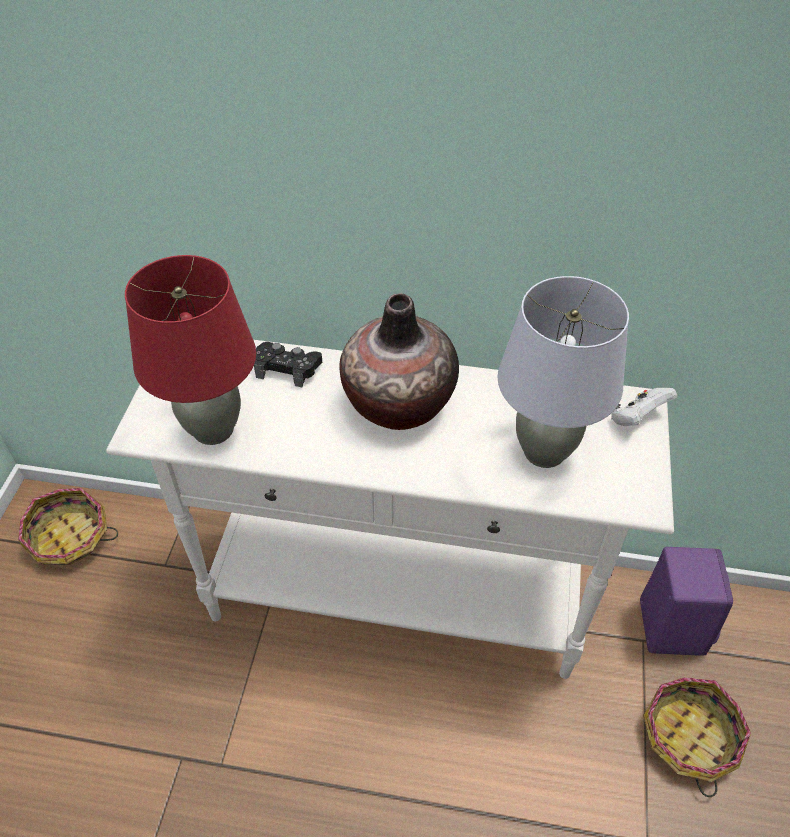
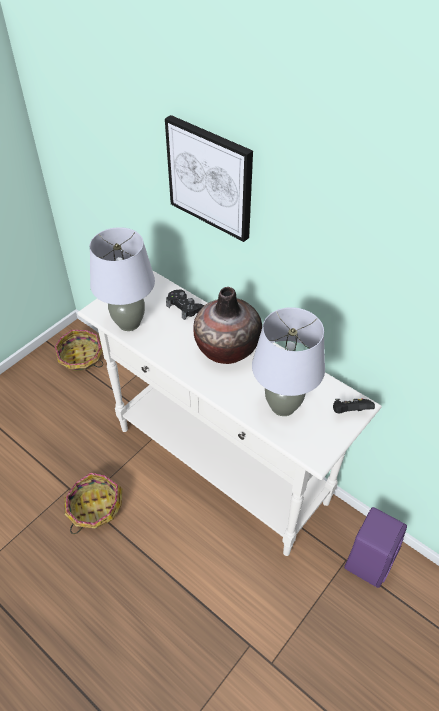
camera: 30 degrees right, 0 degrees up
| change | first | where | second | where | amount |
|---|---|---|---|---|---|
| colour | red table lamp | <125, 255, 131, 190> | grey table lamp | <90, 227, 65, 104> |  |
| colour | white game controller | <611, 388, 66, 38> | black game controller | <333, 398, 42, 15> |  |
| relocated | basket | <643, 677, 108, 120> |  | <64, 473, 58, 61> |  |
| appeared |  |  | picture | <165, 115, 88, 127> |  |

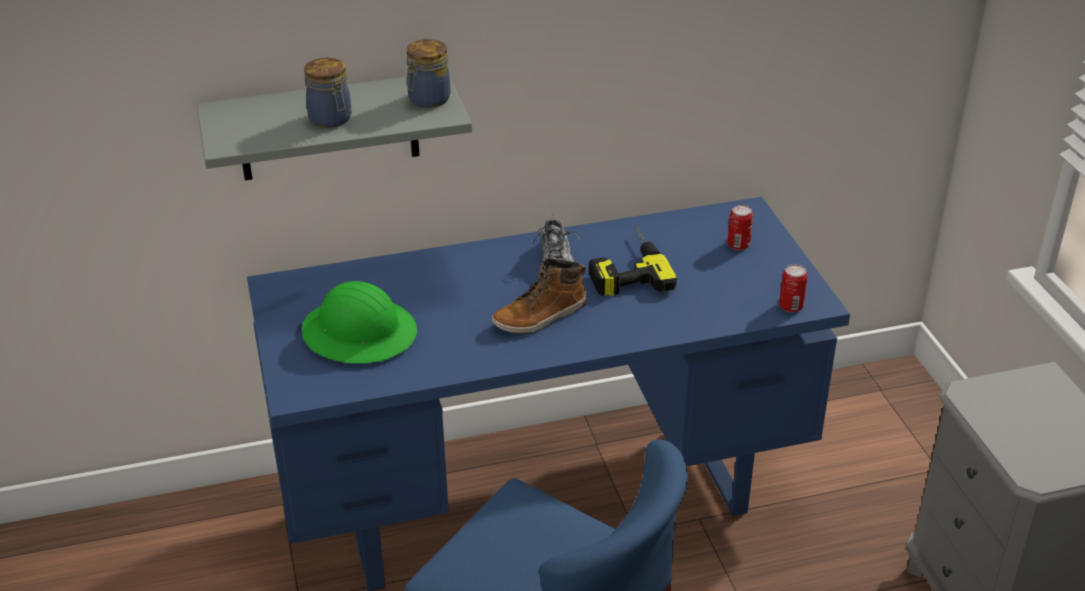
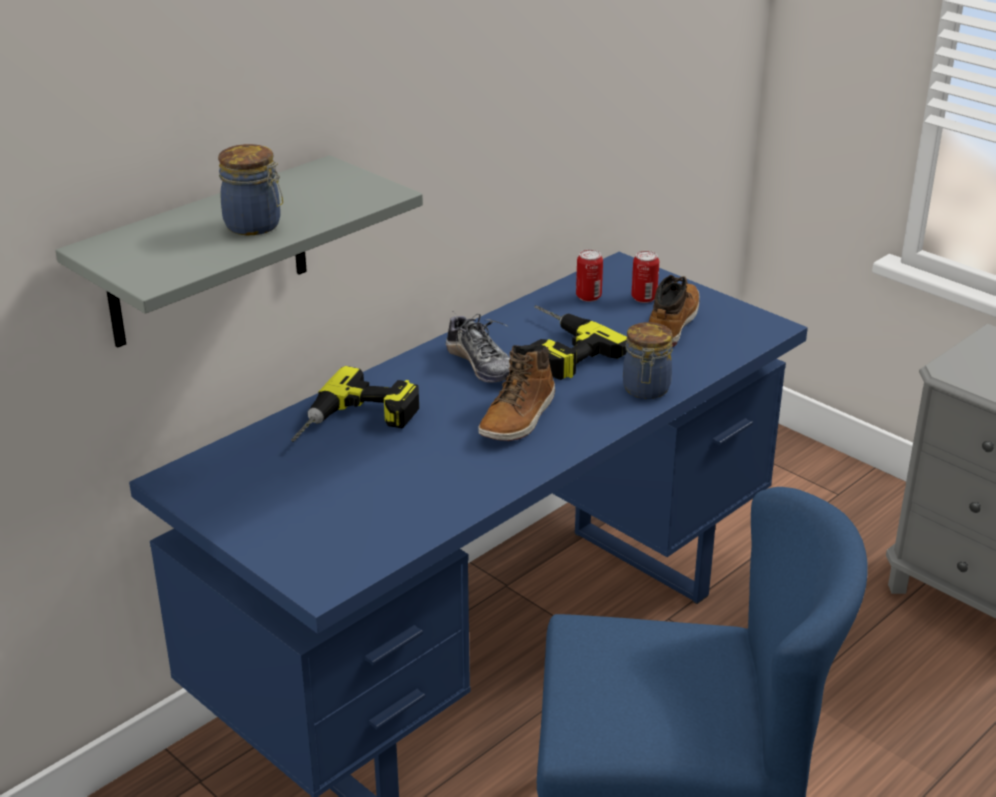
camera: 30 degrees left, 5 degrees down
| change | first | where | second | where | amount |
|---|---|---|---|---|---|
| relocated | jar | <407, 39, 43, 69> |  | <623, 322, 50, 77> |  |
| relocated | can | <779, 265, 29, 48> |  | <576, 250, 27, 52> |  |
| missing | green hard hat | <302, 281, 115, 83> |  |  |  |
| appeared |  |  | boot | <649, 275, 50, 72> |  |
| appeared |  |  | power drill | <291, 366, 128, 76> |  |

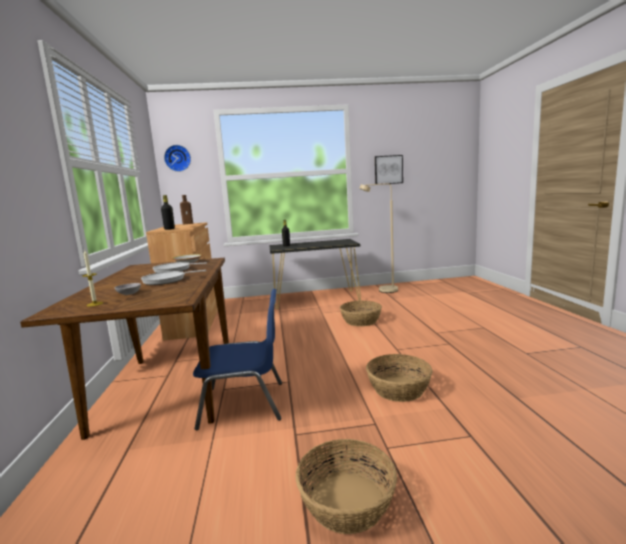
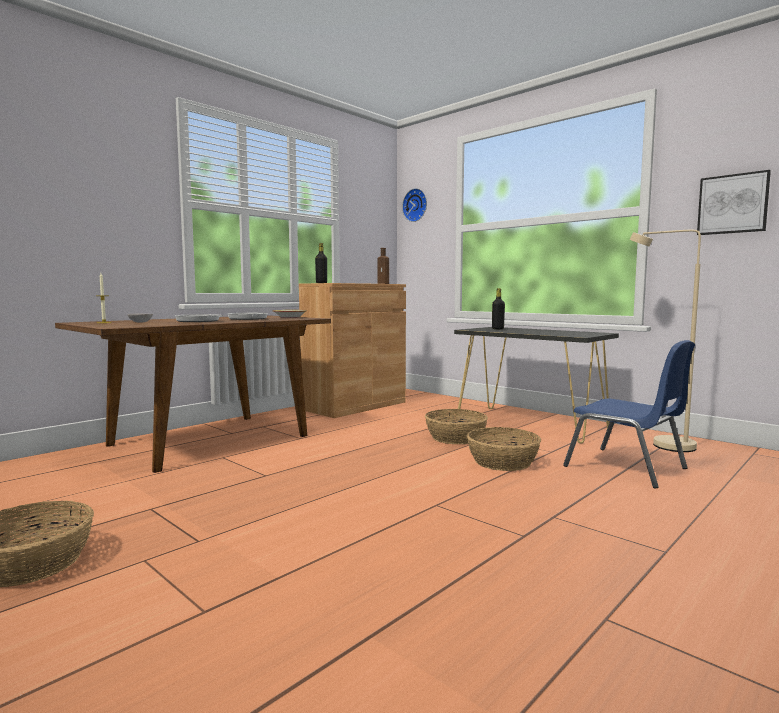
camera: 50 degrees right, 5 degrees down
| change | first | where | second | where | amount |
|---|---|---|---|---|---|
| relocated | blue chair | <193, 289, 89, 141> |  | <563, 340, 132, 148> |  |
| relocated | basket | <366, 354, 67, 48> |  | <425, 409, 63, 35> |  |

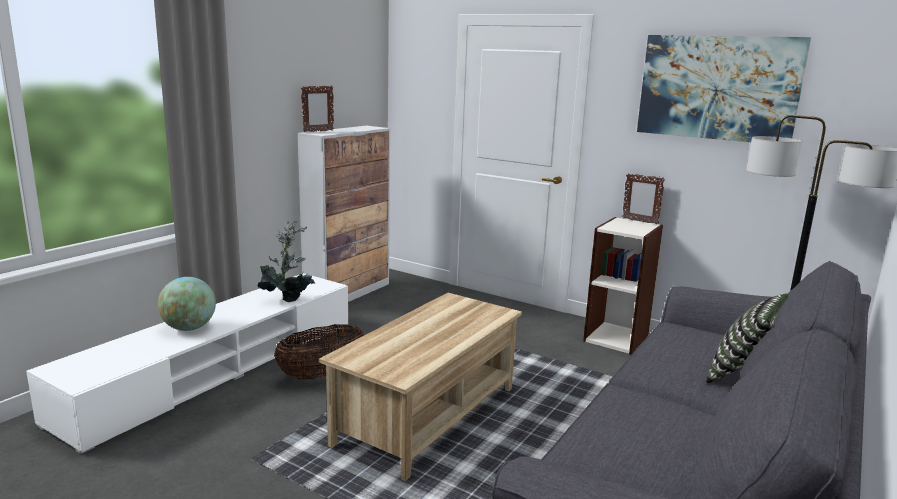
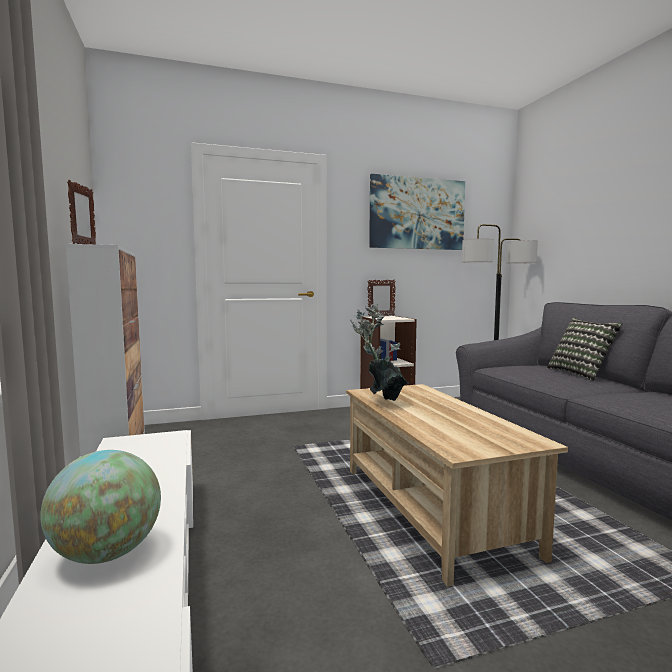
camera: 50 degrees left, 10 degrees down
| change | first | where | second | where | amount |
|---|---|---|---|---|---|
| relocated | potted plant | <257, 220, 58, 82> |  | <350, 303, 59, 98> |  |
| missing | basket | <274, 324, 90, 56> |  |  |  |

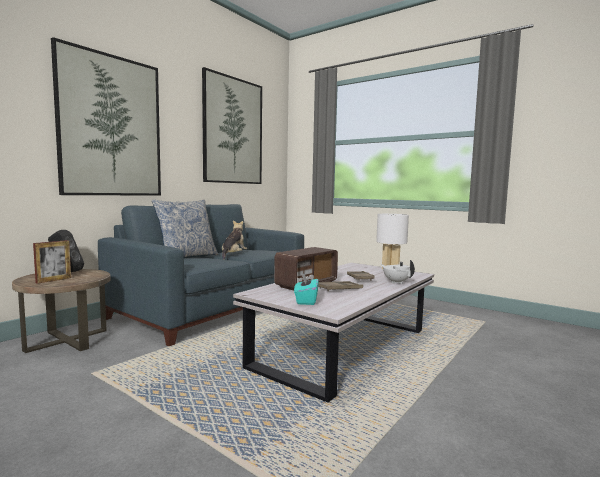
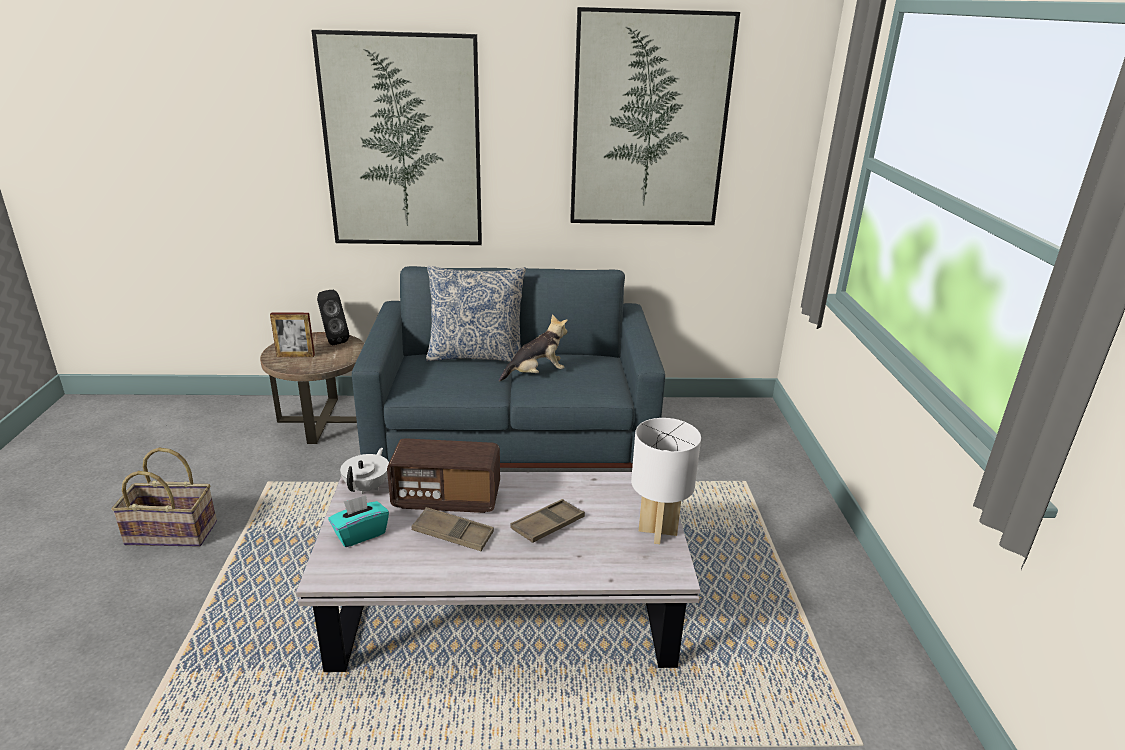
camera: 50 degrees right, 20 degrees up
| change | first | where | second | where | amount |
|---|---|---|---|---|---|
| relocated | white teapot | <381, 260, 34, 24> |  | <340, 448, 49, 46> |  |
| appeared |  |  | basket | <112, 448, 105, 98> |  |

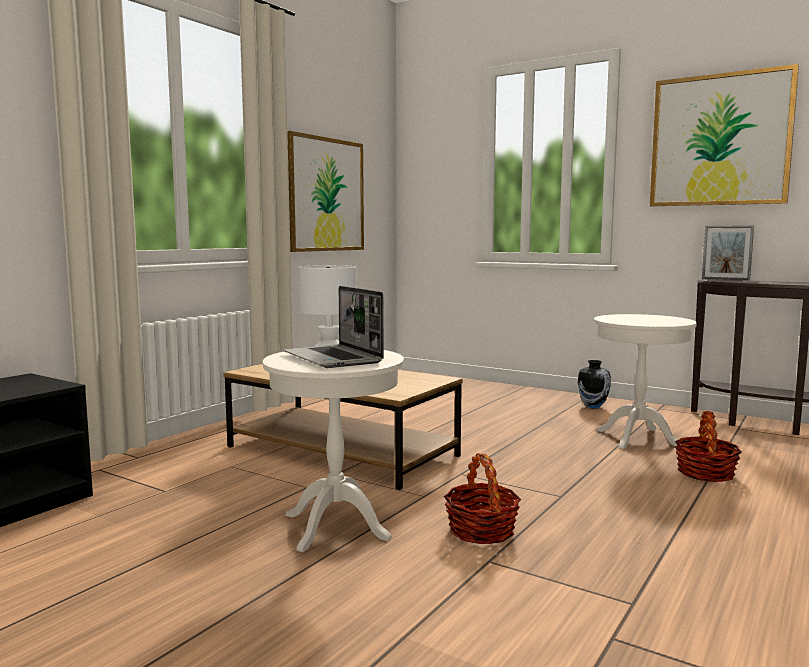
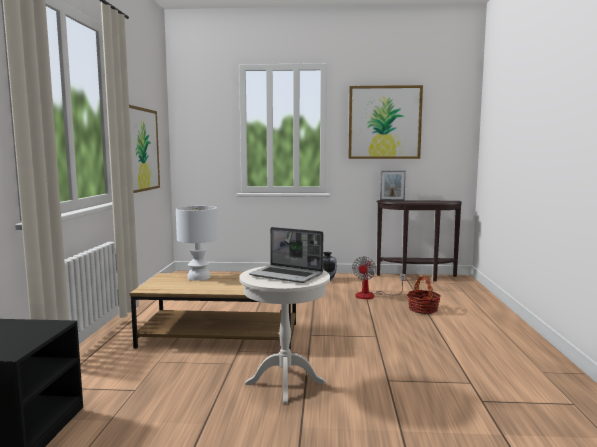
camera: 30 degrees left, 0 degrees up
| change | first | where | second | where | amount |
|---|---|---|---|---|---|
| exchanged | white side table | <594, 314, 103, 135> | fan | <352, 256, 54, 43> |  |
| missing | basket | <444, 453, 77, 91> |  |  |  |

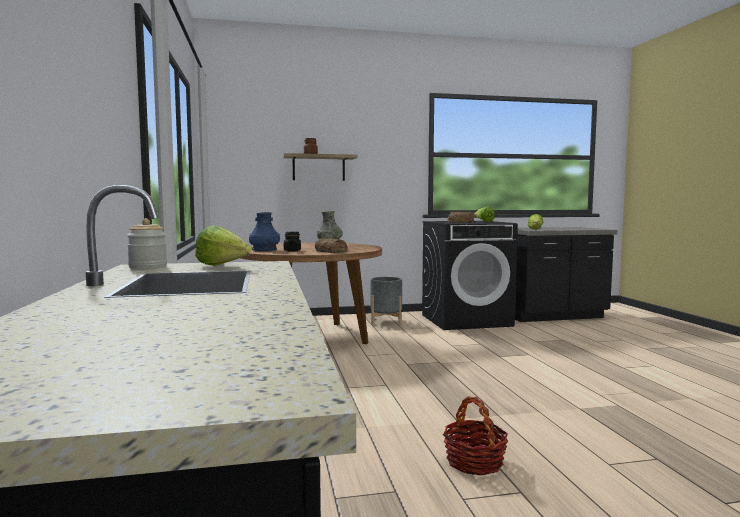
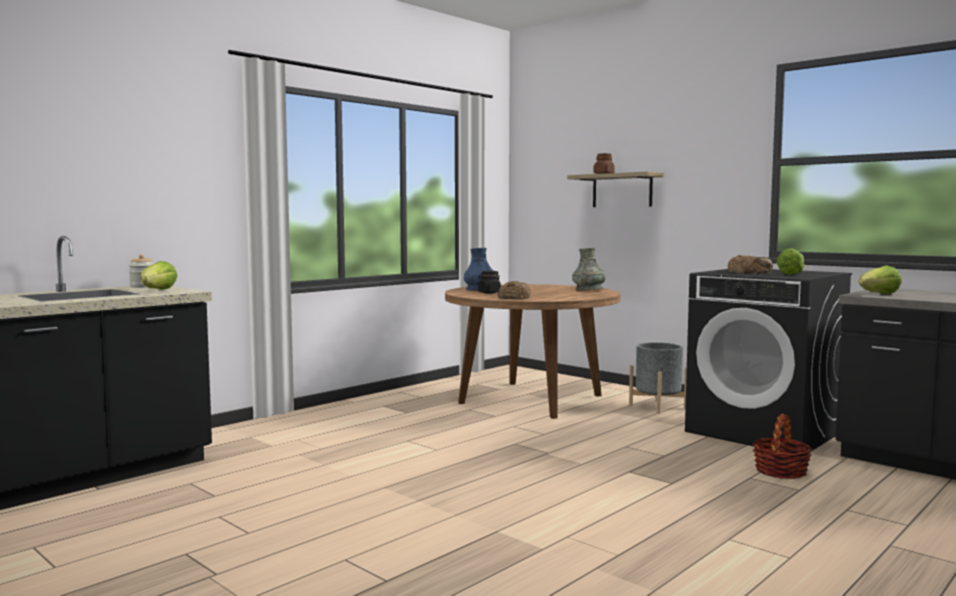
camera: 55 degrees right, 0 degrees up
| change | first | where | second | where | amount |
|---|---|---|---|---|---|
| relocated | basket | <443, 396, 65, 79> |  | <752, 414, 61, 65> |  |

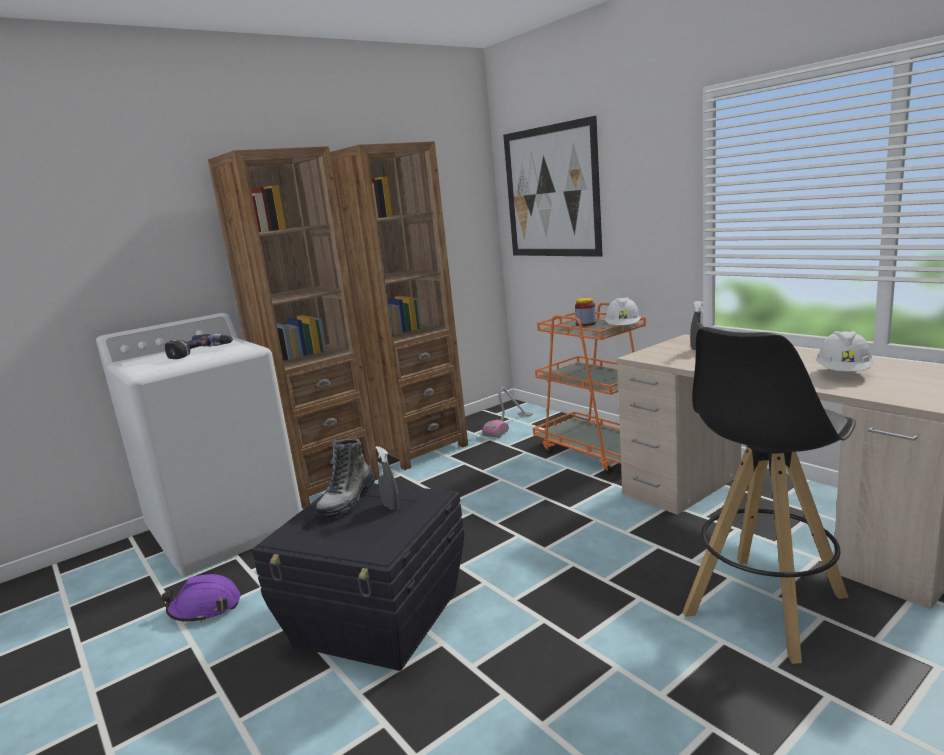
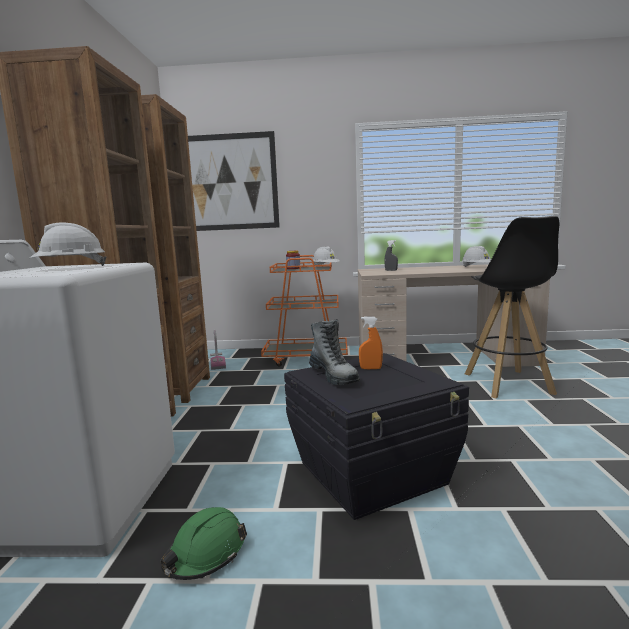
camera: 50 degrees left, 5 degrees down
| change | first | where | second | where | amount |
|---|---|---|---|---|---|
| exchanged | power drill | <165, 334, 68, 25> | white hard hat | <29, 222, 78, 44> |  |
| colour | grey spray bottle | <376, 446, 23, 64> | orange spray bottle | <359, 317, 24, 52> |  |
| colour | purple hard hat | <161, 574, 80, 49> | green hard hat | <161, 507, 86, 73> |  |

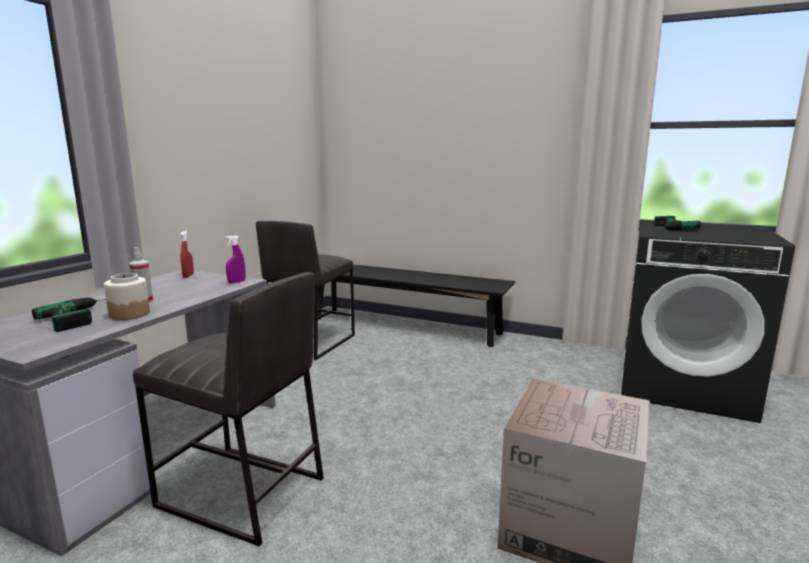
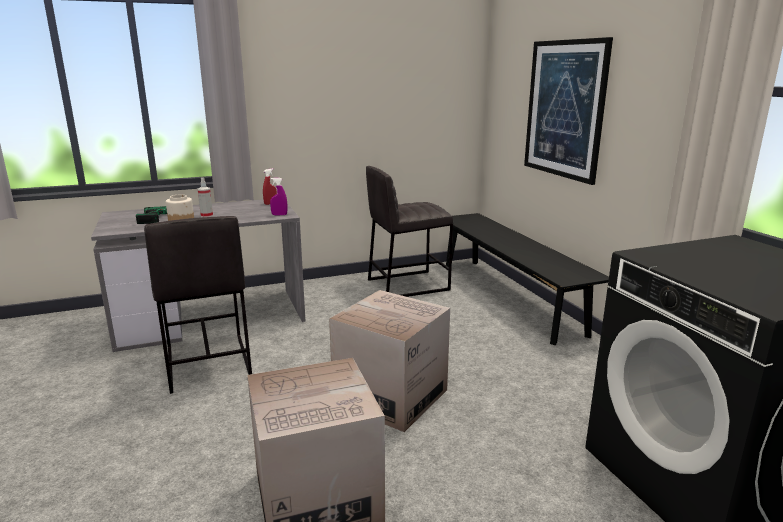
camera: 45 degrees right, 5 degrees up
| change | first | where | second | where | amount |
|---|---|---|---|---|---|
| missing | power drill | <654, 216, 47, 15> |  |  |  |
| appeared |  |  | picture | <524, 37, 89, 148> |  |
| appeared |  |  | cardboard box | <329, 290, 121, 142> |  |

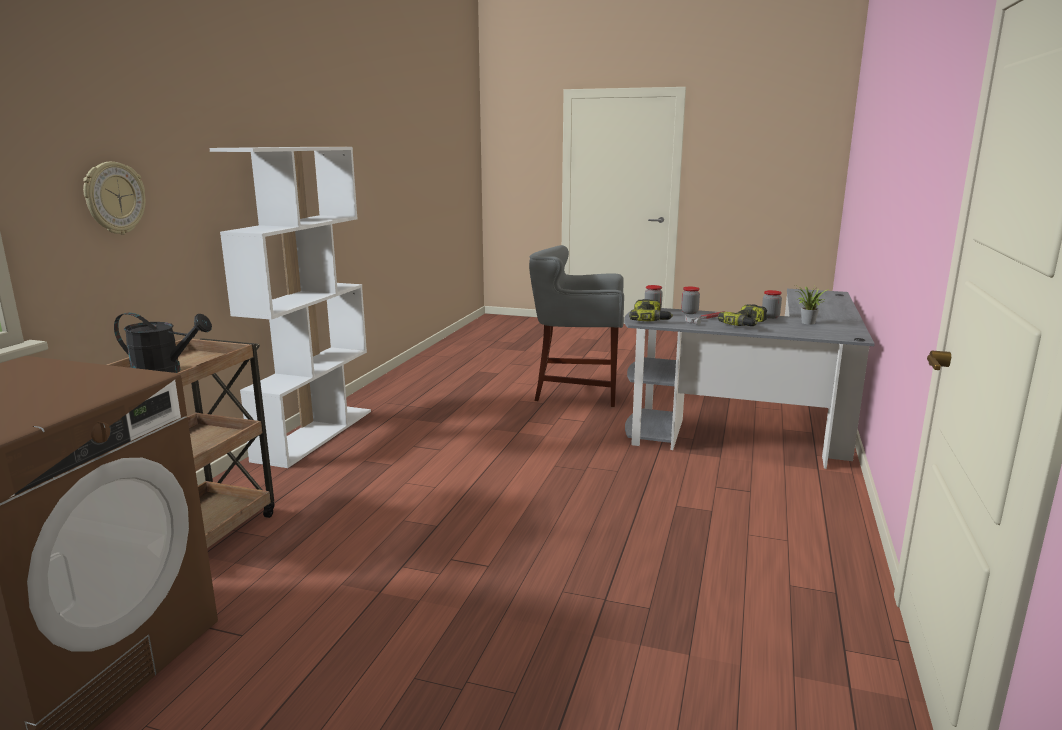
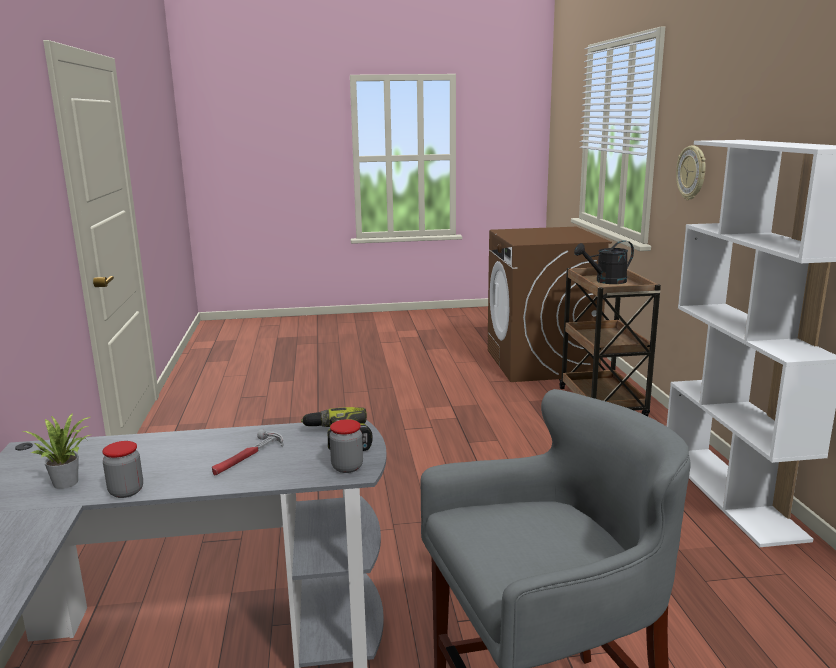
camera: 155 degrees right, 0 degrees up
| change | first | where | second | where | amount |
|---|---|---|---|---|---|
| missing | jar | <681, 287, 19, 27> |  |  |  |
| missing | power drill | <718, 304, 49, 22> |  |  |  |

